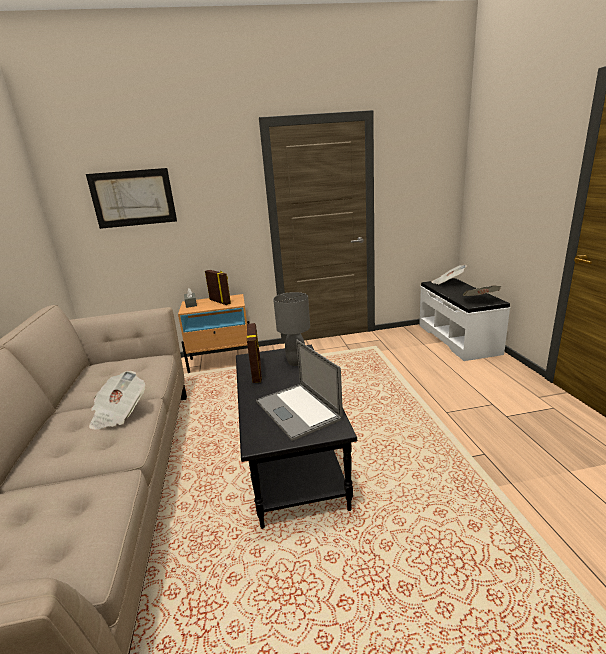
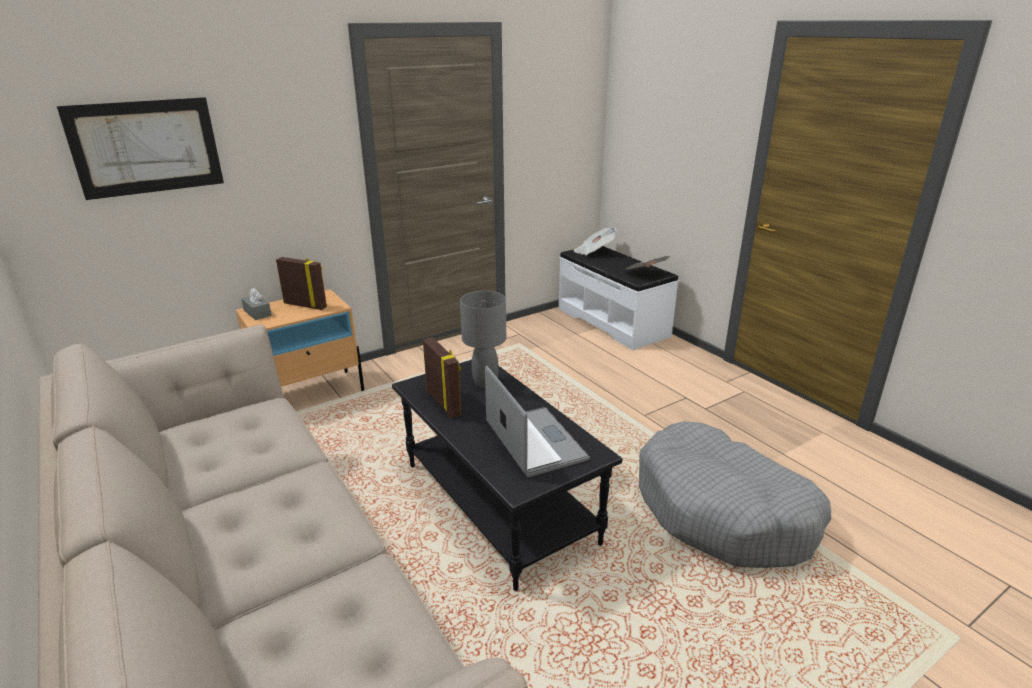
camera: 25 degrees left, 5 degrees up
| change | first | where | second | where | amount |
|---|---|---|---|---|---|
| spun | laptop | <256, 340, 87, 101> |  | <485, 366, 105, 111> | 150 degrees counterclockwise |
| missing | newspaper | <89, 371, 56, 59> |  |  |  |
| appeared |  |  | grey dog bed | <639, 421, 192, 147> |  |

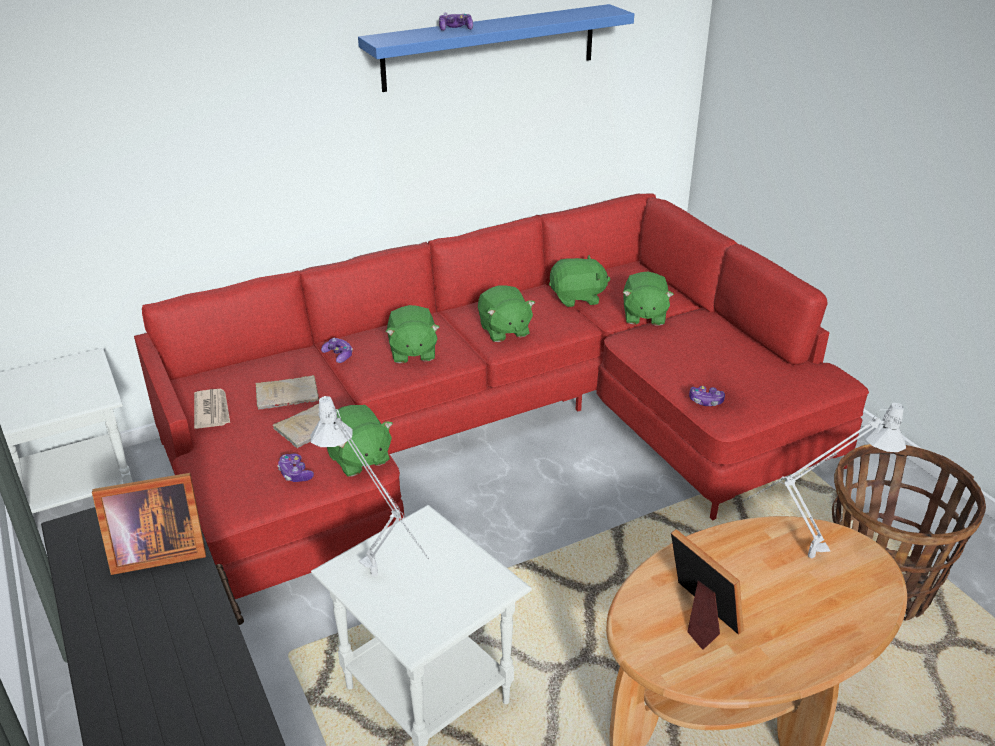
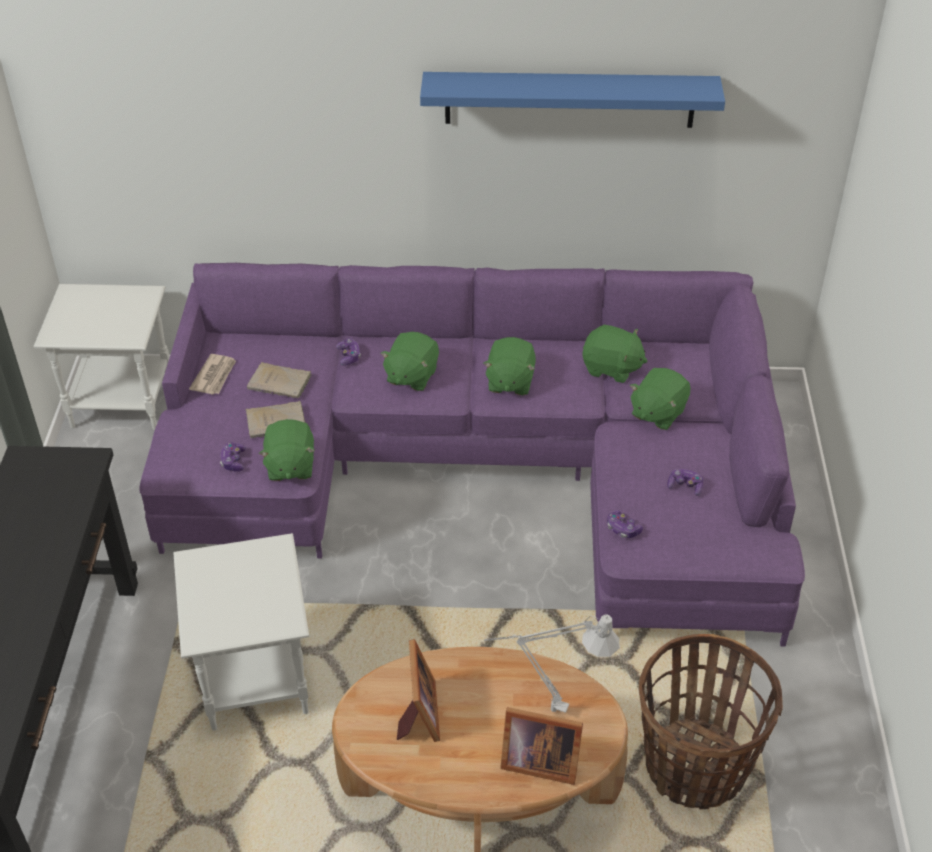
camera: 30 degrees right, 10 degrees up
| change | first | where | second | where | amount |
|---|---|---|---|---|---|
| relocated | game controller | <439, 13, 34, 18> |  | <667, 469, 36, 27> |  |
| colour | red sofa | <134, 193, 735, 406> | purple sofa | <139, 263, 666, 384> |  |
| missing | grey table lamp | <311, 396, 118, 181> |  |  |  |
| relocated | picture frame | <92, 473, 114, 102> |  | <500, 707, 83, 78> |  |

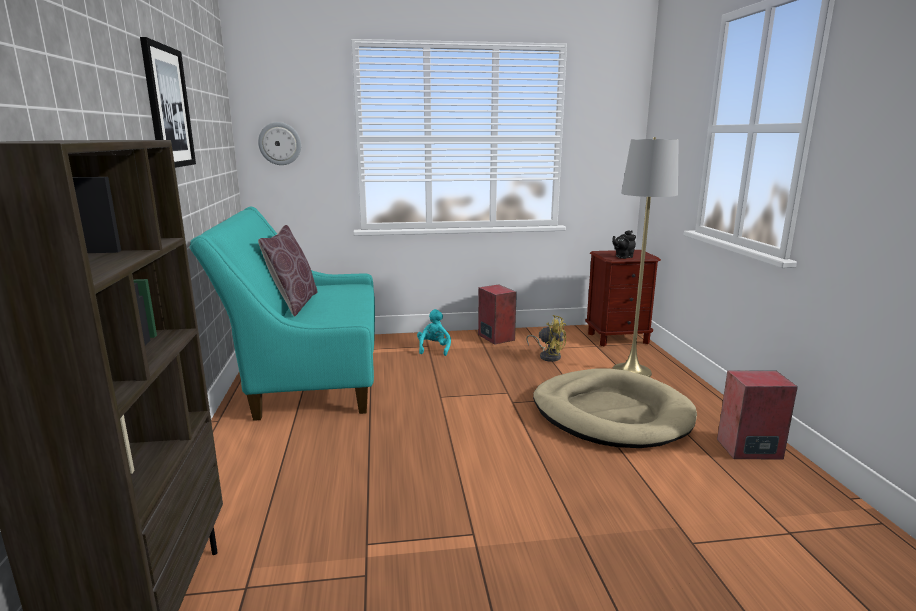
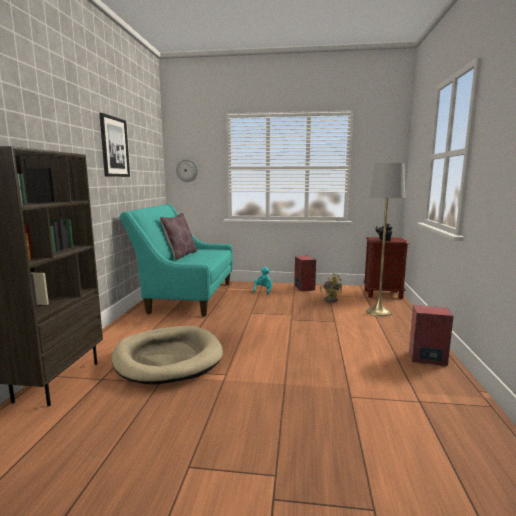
camera: 15 degrees right, 5 degrees down
| change | first | where | second | where | amount |
|---|---|---|---|---|---|
| relocated | beige dog bed | <533, 368, 164, 80> |  | <112, 326, 111, 59> |  |

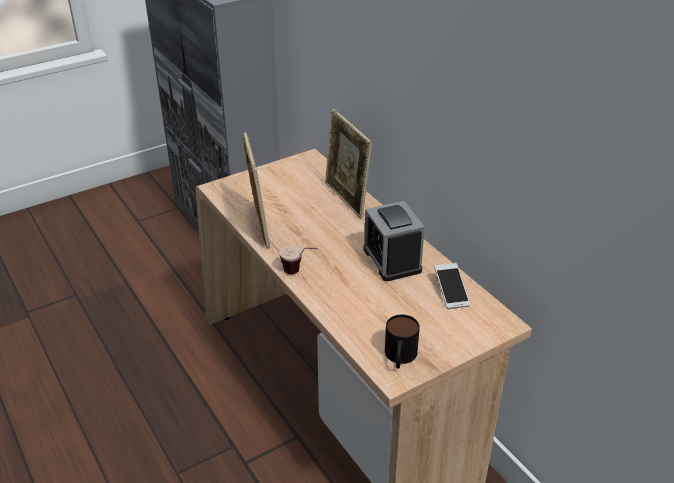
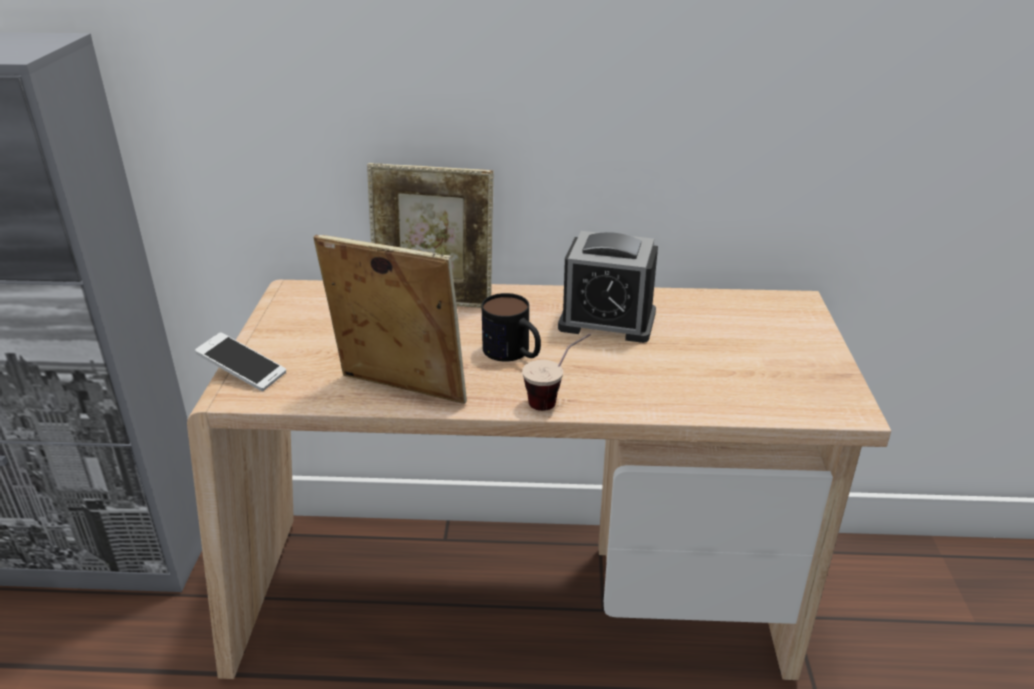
camera: 55 degrees left, 5 degrees down
| change | first | where | second | where | amount |
|---|---|---|---|---|---|
| relocated | phone | <434, 263, 36, 46> |  | <195, 332, 91, 59> |  |
| relocated | mug | <385, 315, 35, 53> |  | <481, 293, 60, 69> |  |

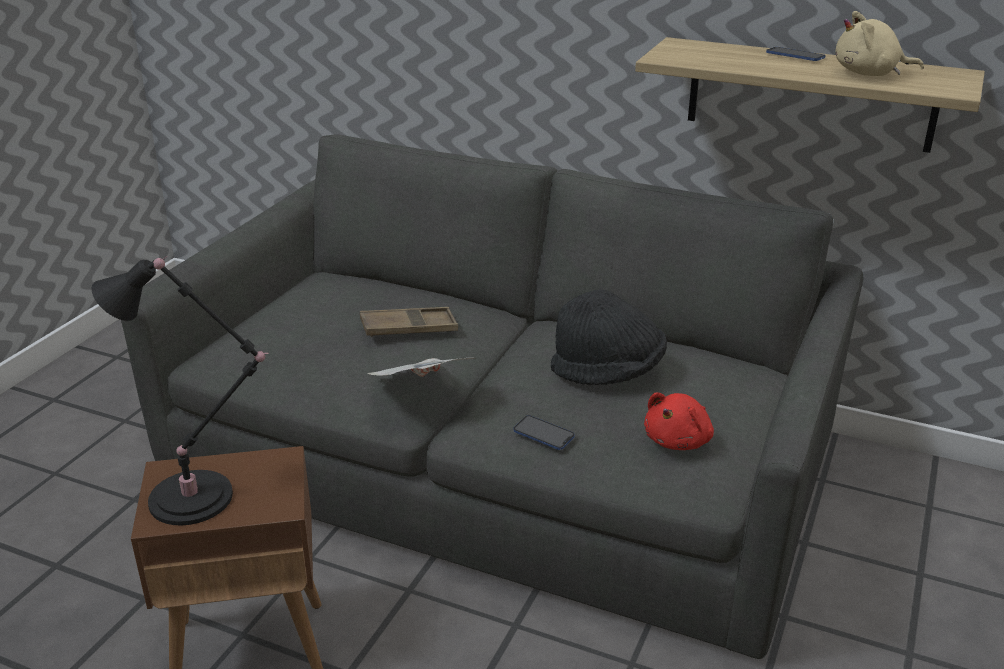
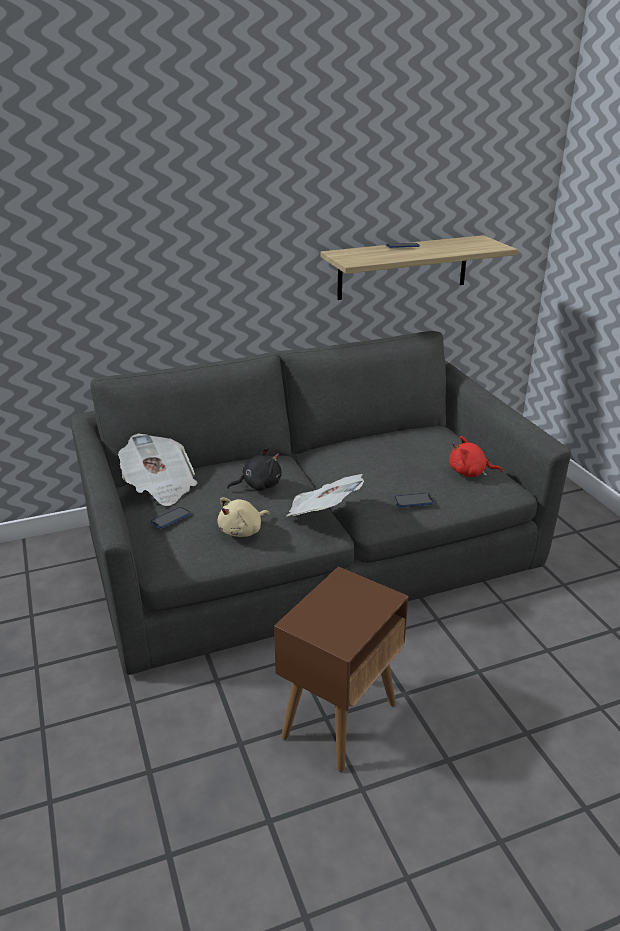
camera: 45 degrees left, 0 degrees up
| change | first | where | second | where | amount |
|---|---|---|---|---|---|
| relocated | beige plush toy | <835, 11, 89, 65> |  | <217, 497, 53, 40> |  |
| missing | black table lamp | <92, 256, 177, 270> |  |  |  |
| missing | black hat | <551, 289, 116, 96> |  |  |  |
| exchanged | brown tray | <360, 307, 98, 30> | black plush toy | <227, 448, 54, 43> |  |
| spun | red plush toy | <644, 392, 70, 58> |  | <449, 436, 54, 41> | 105 degrees clockwise |
| appeared |  |  | newspaper | <118, 434, 79, 72> |  |
| appeared |  |  | phone | <150, 507, 41, 22> |  |

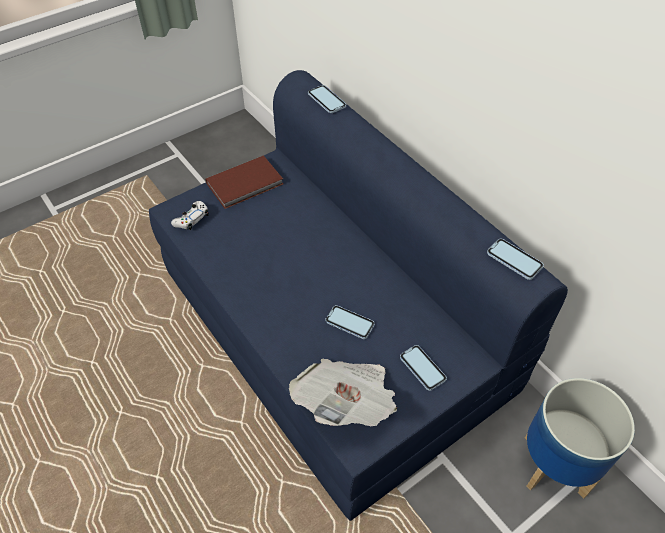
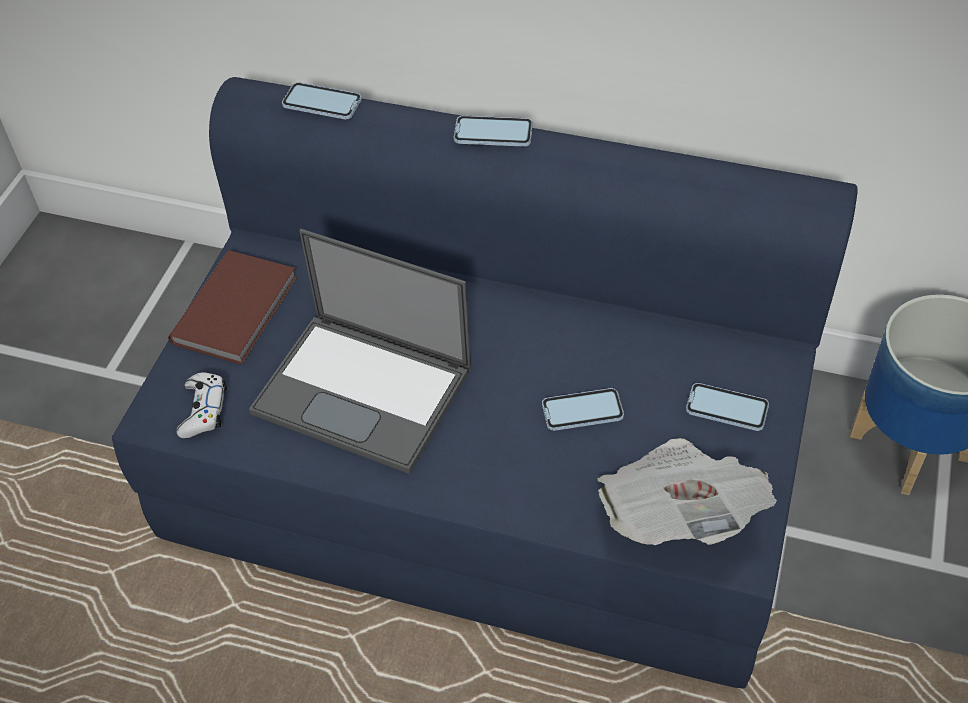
camera: 35 degrees left, 0 degrees up
| change | first | where | second | where | amount |
|---|---|---|---|---|---|
| relocated | phone | <487, 239, 57, 41> |  | <454, 116, 79, 31> |  |
| appeared |  |  | laptop | <249, 229, 222, 245> |  |

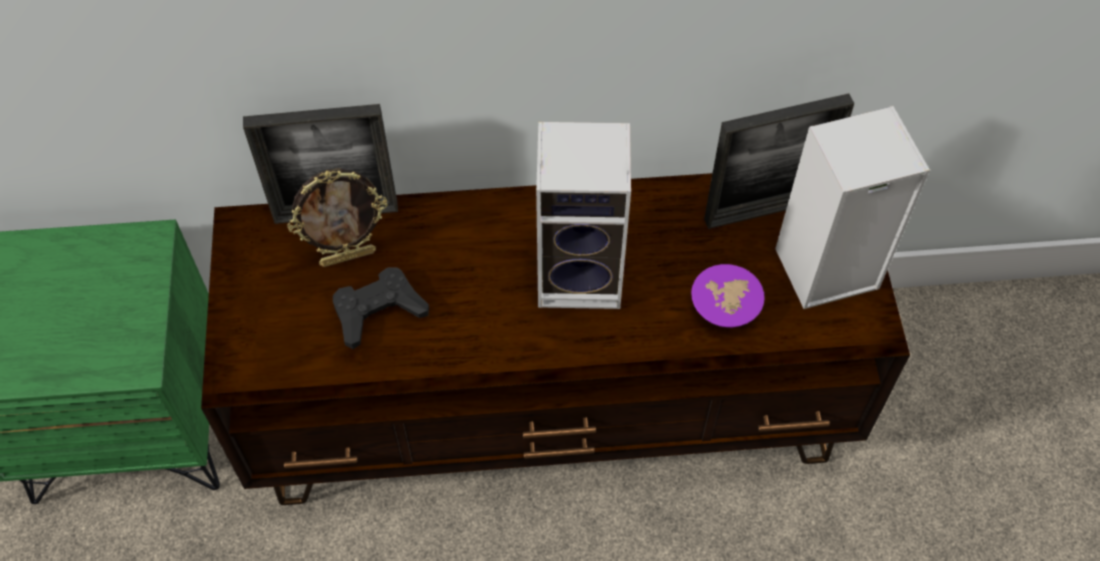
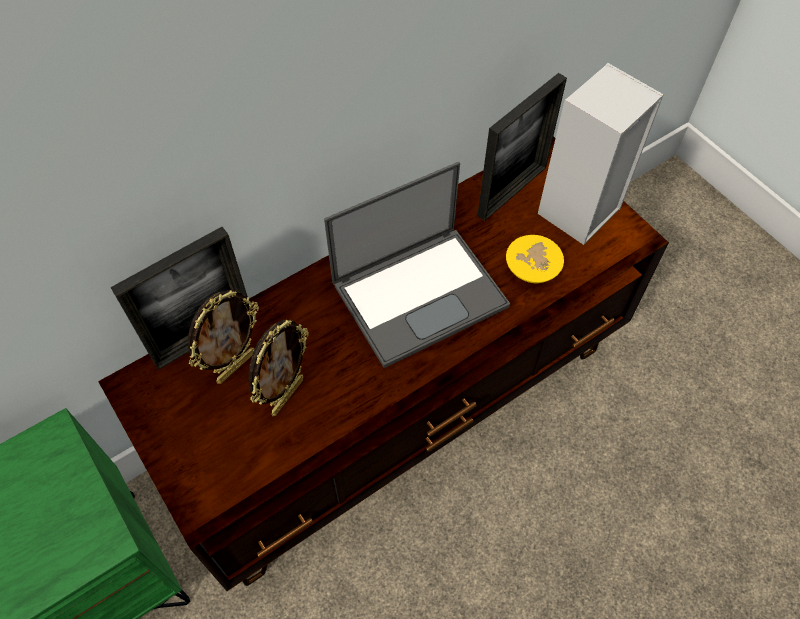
camera: 30 degrees left, 0 degrees up
| change | first | where | second | where | amount |
|---|---|---|---|---|---|
| exchanged | speaker | <536, 122, 95, 187> | laptop | <324, 162, 186, 206> |  |
| colour | purple bowl | <691, 264, 73, 64> | yellow bowl | <506, 235, 58, 48> |  |
| exchanged | black game controller | <333, 267, 96, 82> | picture frame | <248, 320, 61, 96> |  |

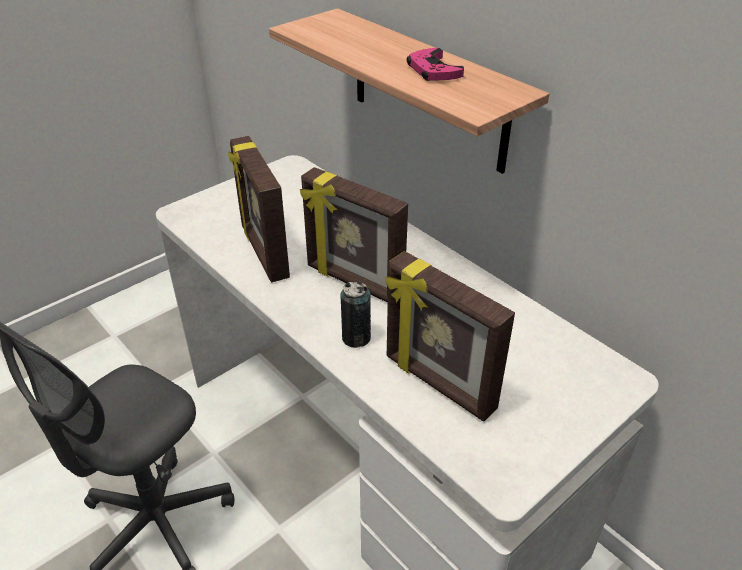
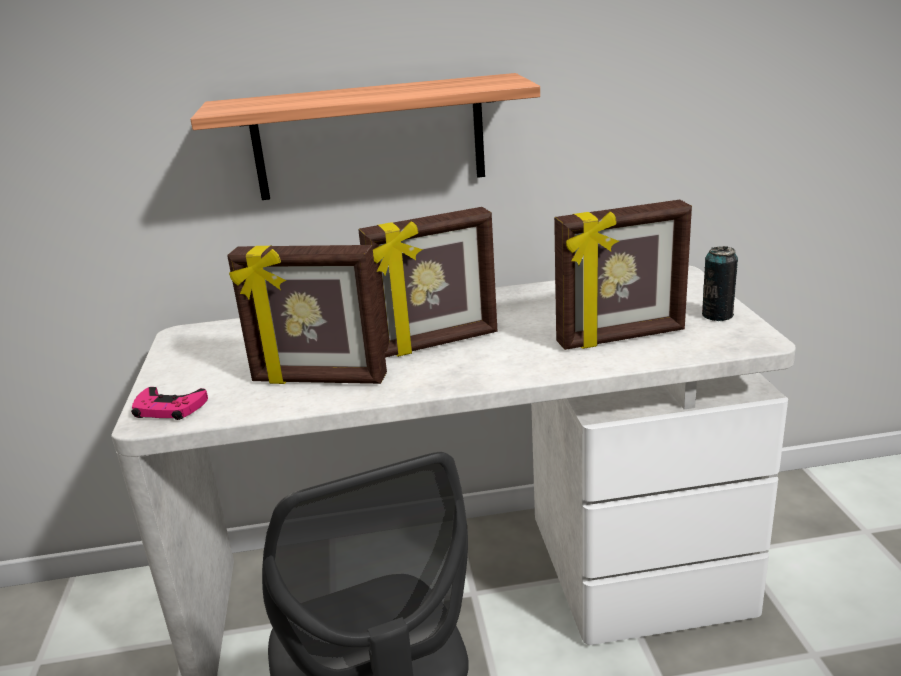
camera: 55 degrees left, 15 degrees down
| change | first | where | second | where | amount |
|---|---|---|---|---|---|
| relocated | pink game controller | <407, 48, 57, 33> |  | <131, 387, 77, 33> |  |
| relocated | can | <340, 281, 31, 67> |  | <702, 246, 36, 75> |  |

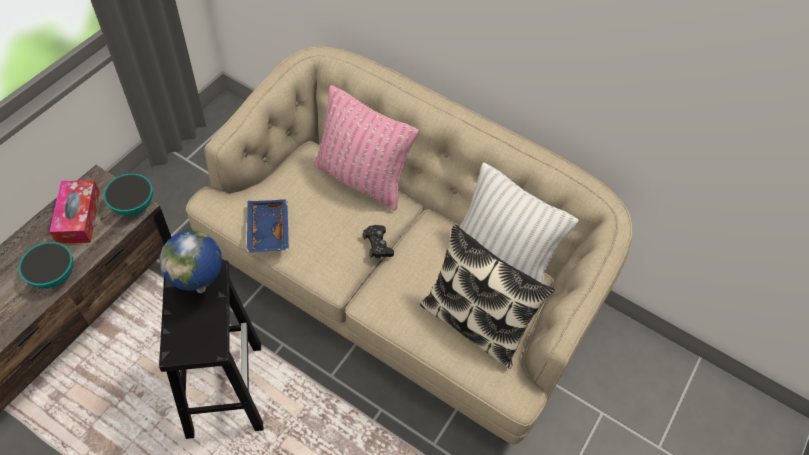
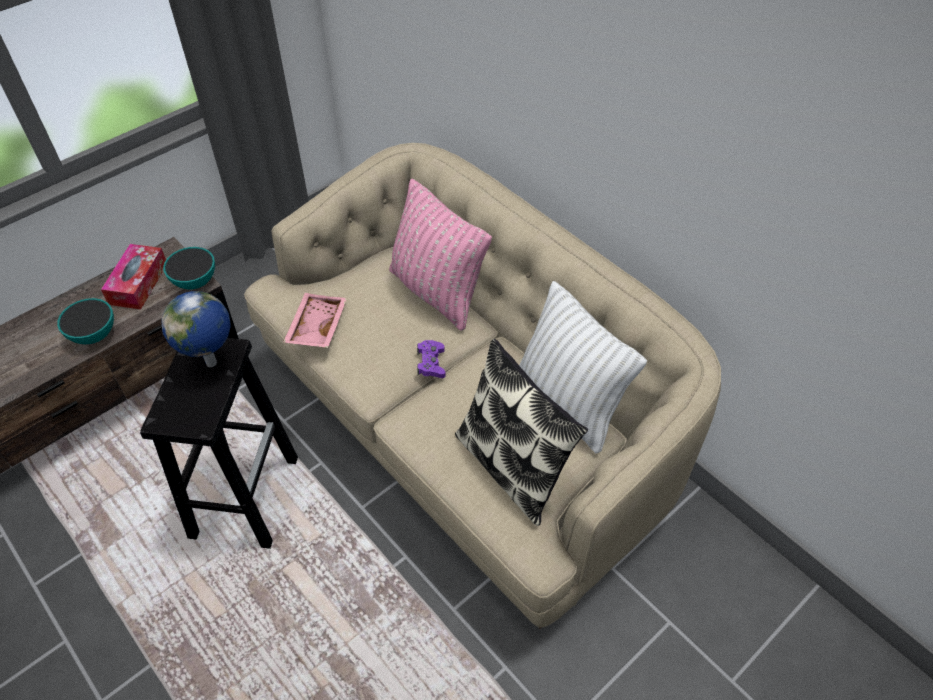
camera: 20 degrees right, 5 degrees down
| change | first | where | second | where | amount |
|---|---|---|---|---|---|
| colour | blue tray | <247, 199, 42, 53> | pink tray | <283, 293, 64, 55> |  |
| colour | black game controller | <363, 225, 31, 33> | purple game controller | <417, 340, 29, 38> |  |

